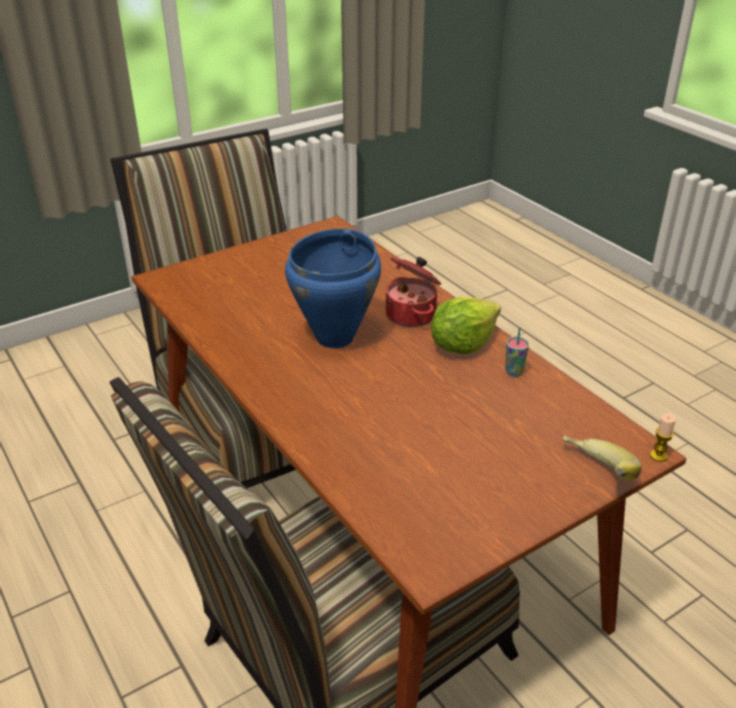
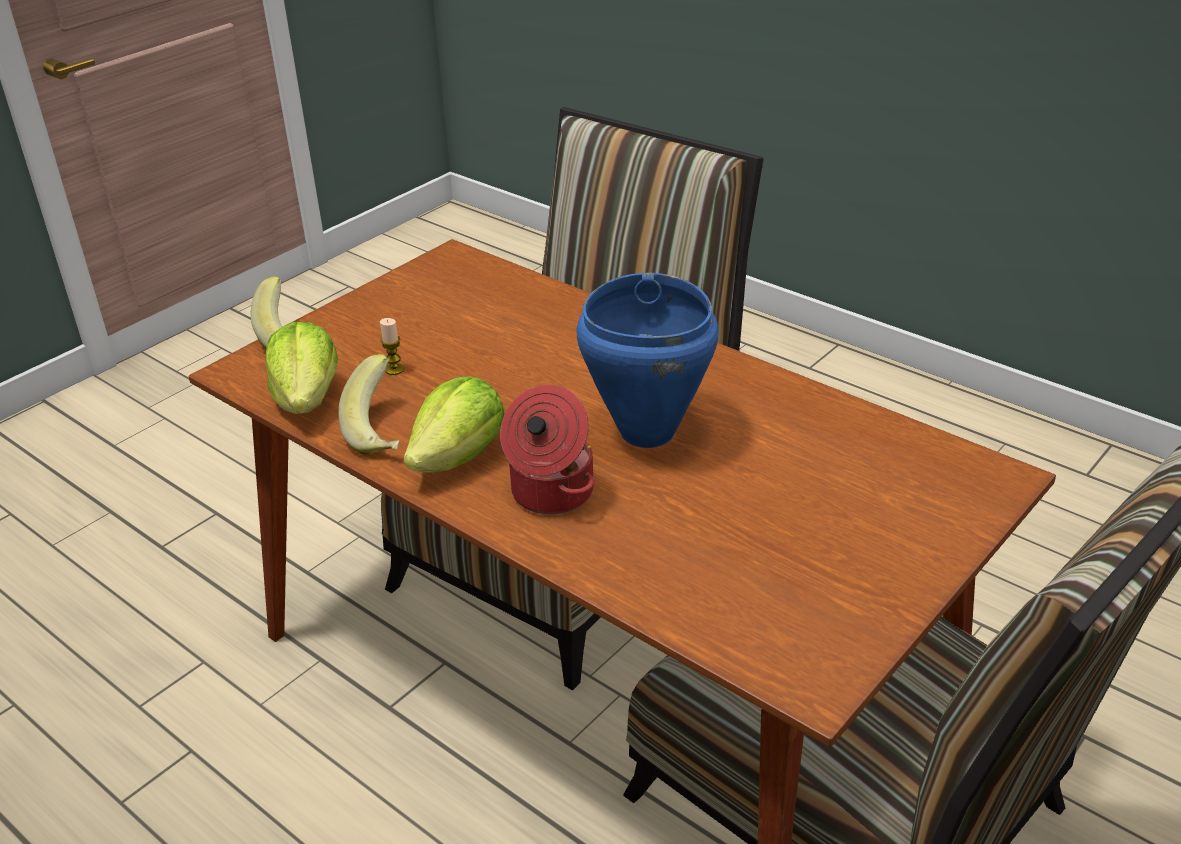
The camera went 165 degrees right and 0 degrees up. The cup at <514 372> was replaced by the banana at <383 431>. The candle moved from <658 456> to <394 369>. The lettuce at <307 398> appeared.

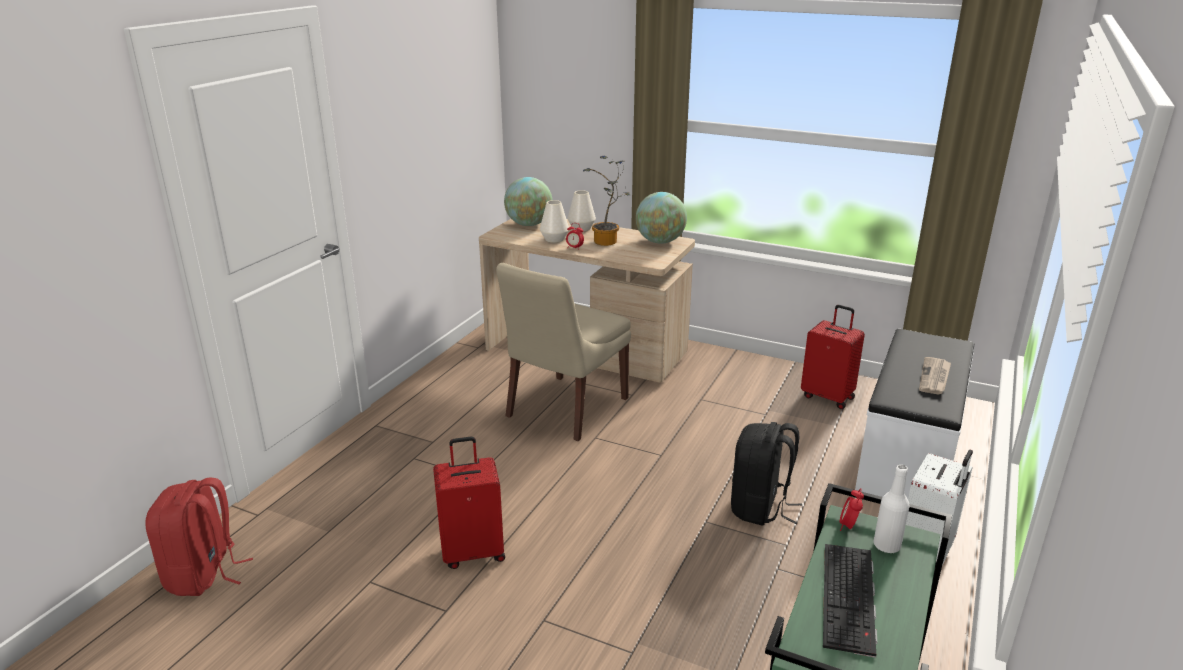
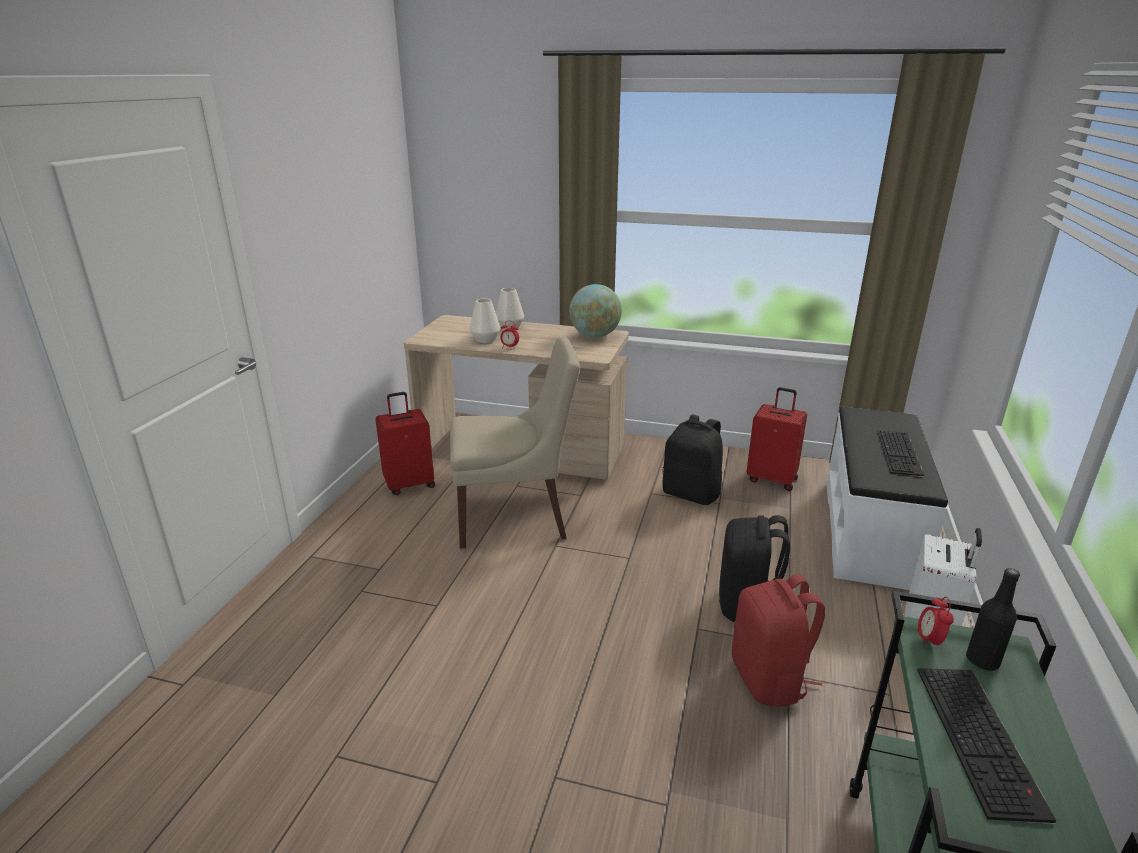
The camera went 10 degrees left and 0 degrees up. The potted plant at <607 242> disappeared. The globe at <529 224> disappeared. The beige chair at <565 409> turned 120 degrees counterclockwise. The newspaper at <935 378> was replaced by the keyboard at <900 454>. The red suitcase moved from <473 552> to <409 484>. The white bottle at <886 545> became the black bottle at <982 660>. The red backpack moved from <204 574> to <770 679>. The black backpack at <691 494> appeared.

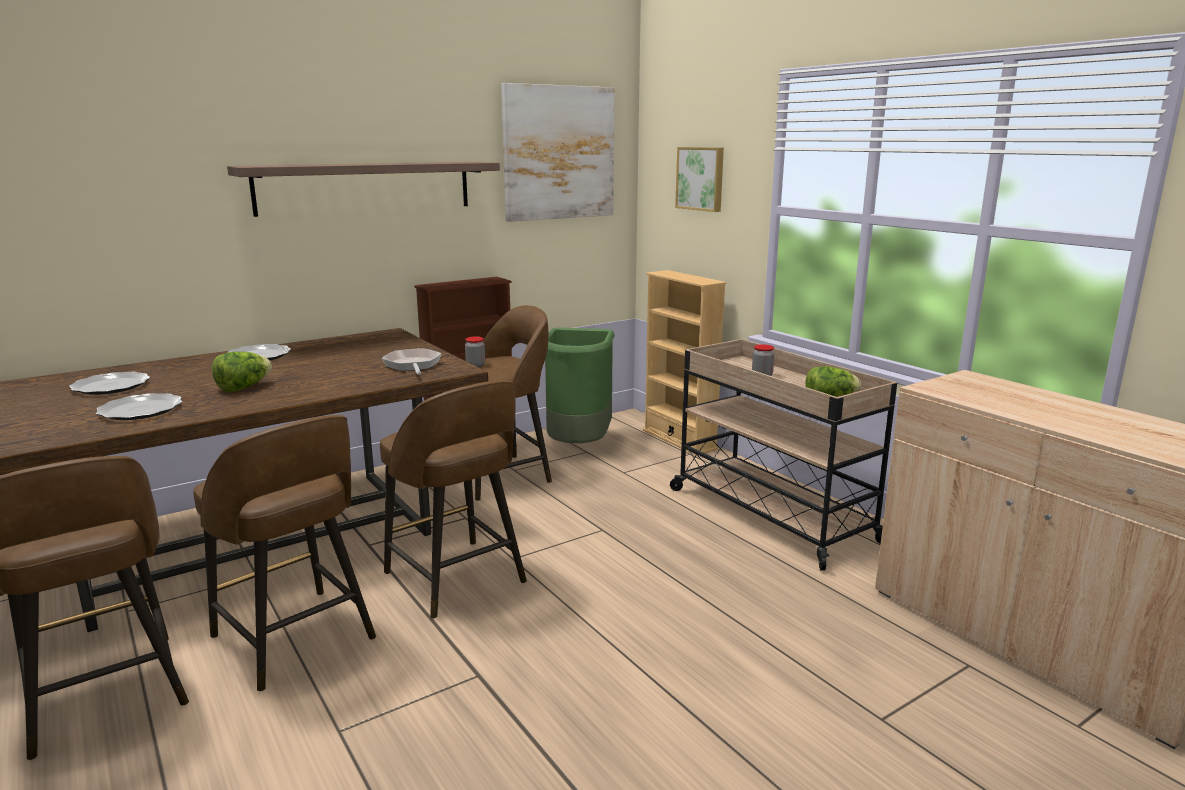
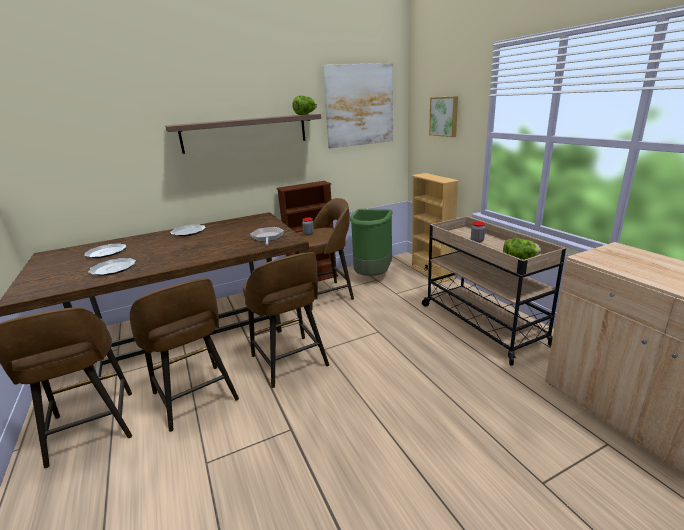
The camera went 10 degrees right and 5 degrees up. The lettuce moved from <243 388> to <305 114>.

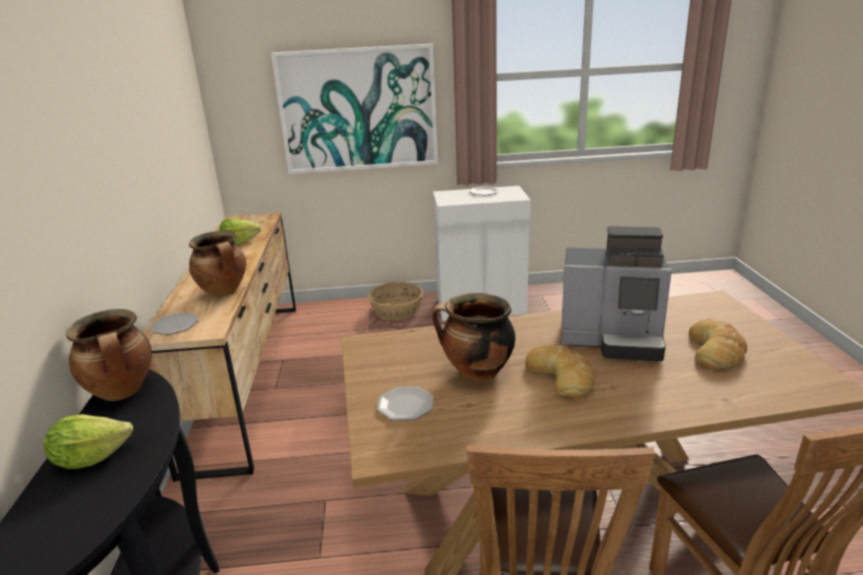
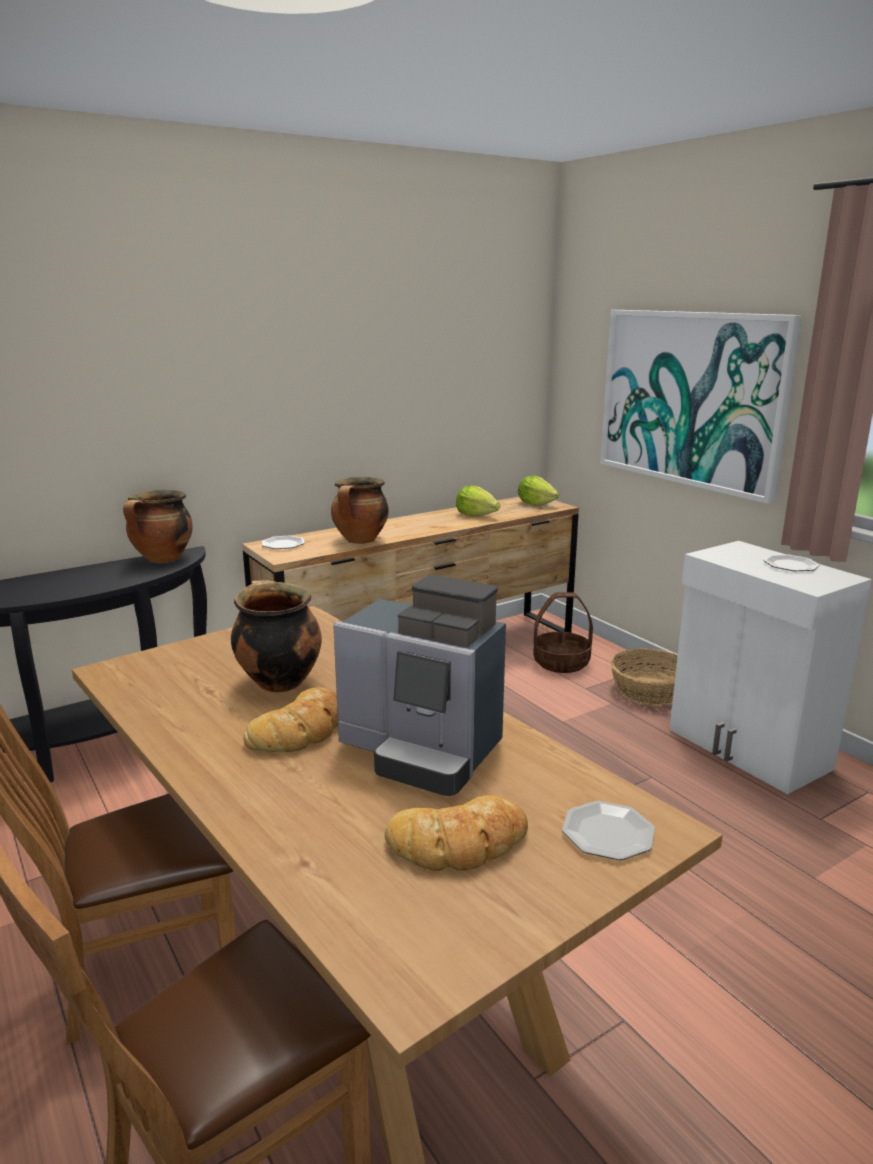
The camera went 60 degrees right and 5 degrees down. The coffee machine at <613 340> turned 45 degrees counterclockwise. The plate moved from <405 406> to <607 833>. The lettuce moved from <90 458> to <536 504>. The basket at <561 662> appeared.

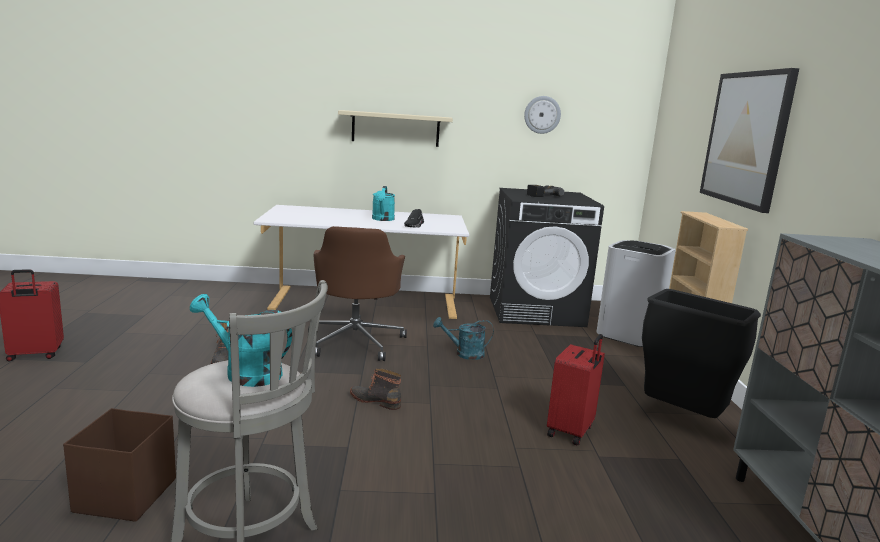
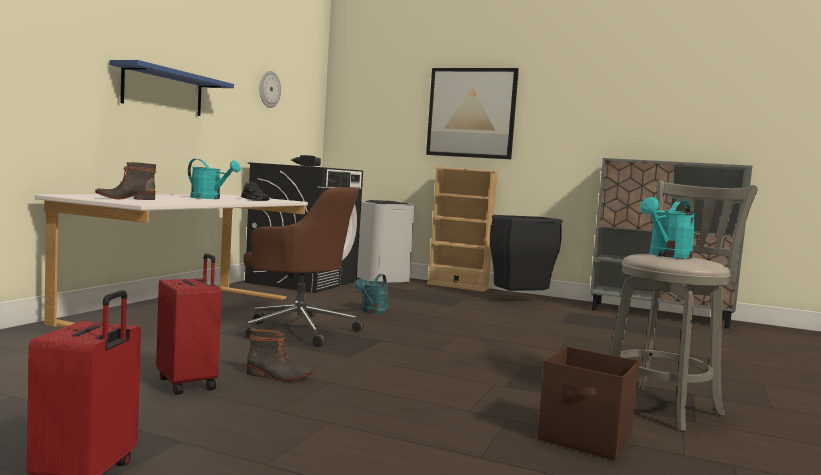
The camera went 65 degrees left and 10 degrees down. The beige shelf at <395 128> became the blue shelf at <163 91>. The red suitcase moved from <571 431> to <188 383>. The boot moved from <375 400> to <125 198>.

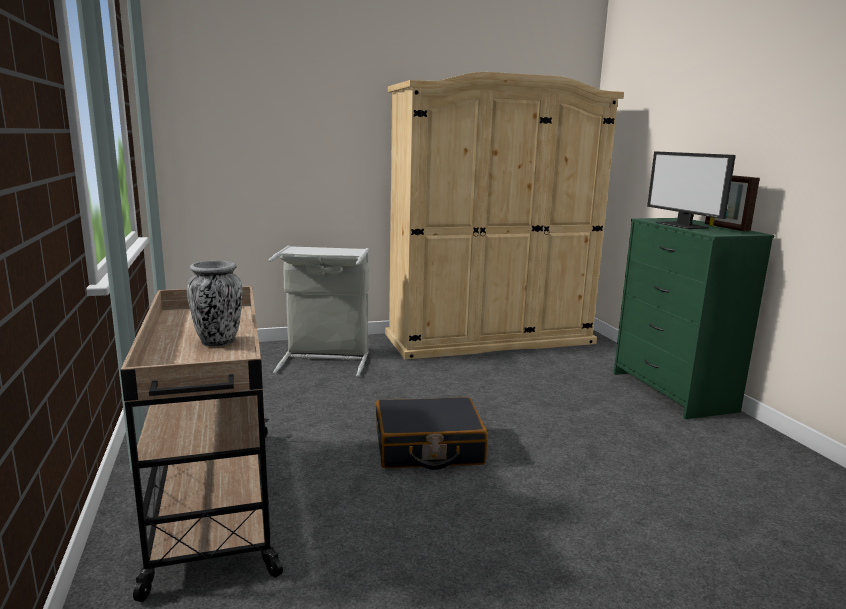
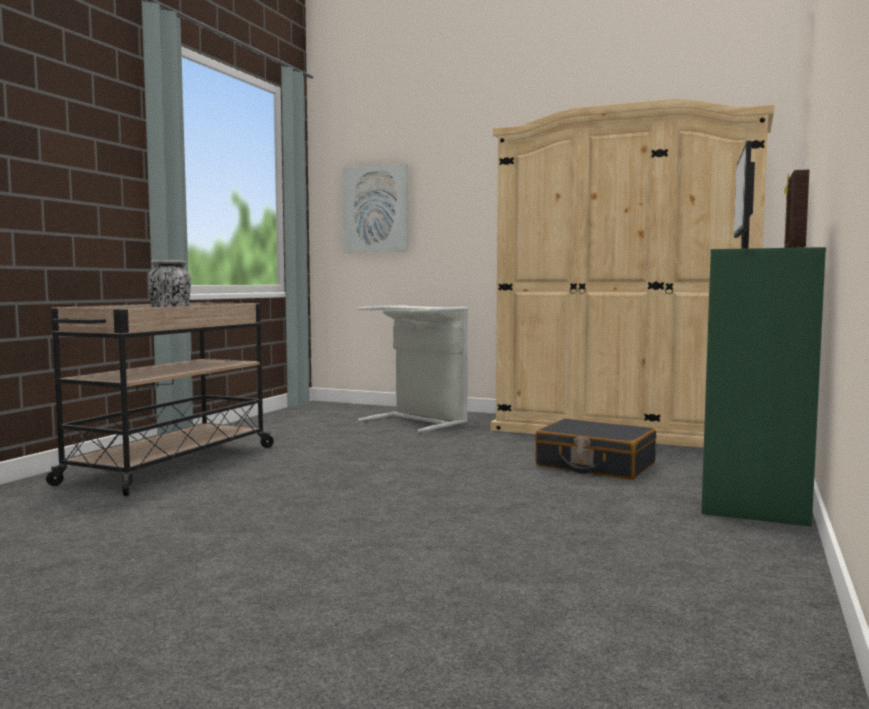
The camera went 40 degrees right and 10 degrees down. The black suitcase moved from <428 448> to <595 465>. The picture at <376 209> appeared.

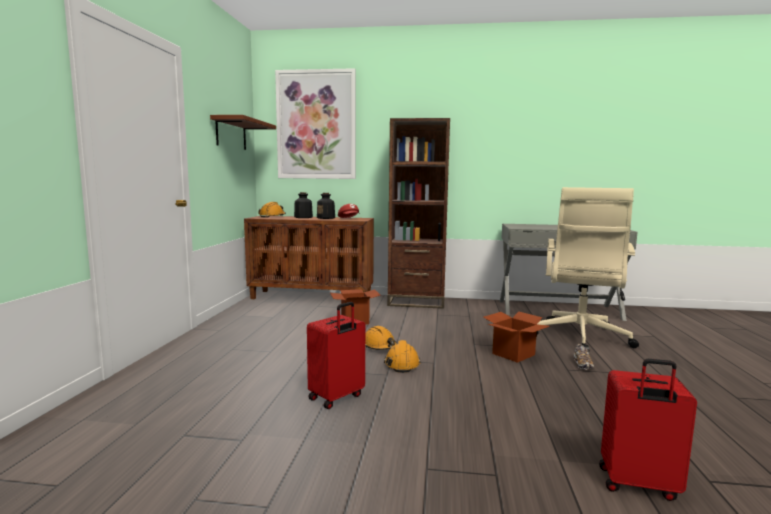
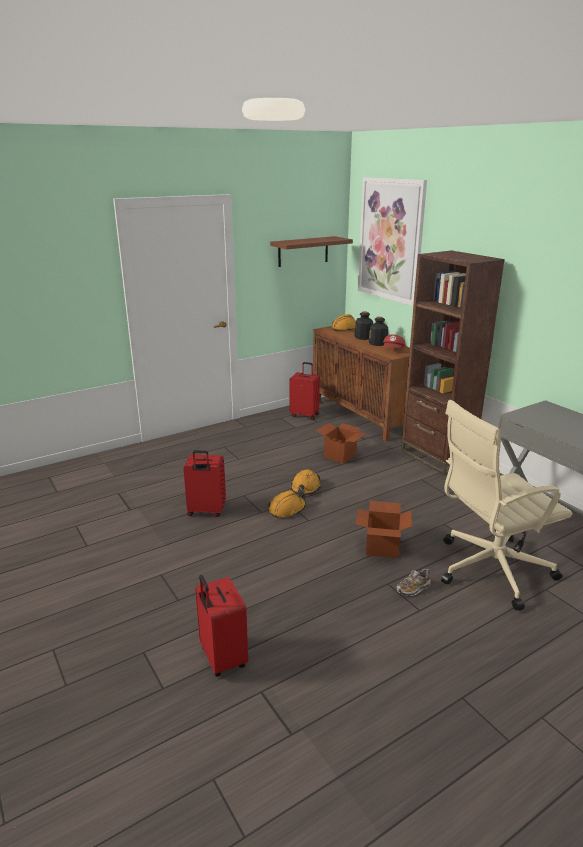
The camera went 50 degrees right and 15 degrees up. The red suitcase at <305 415> appeared.

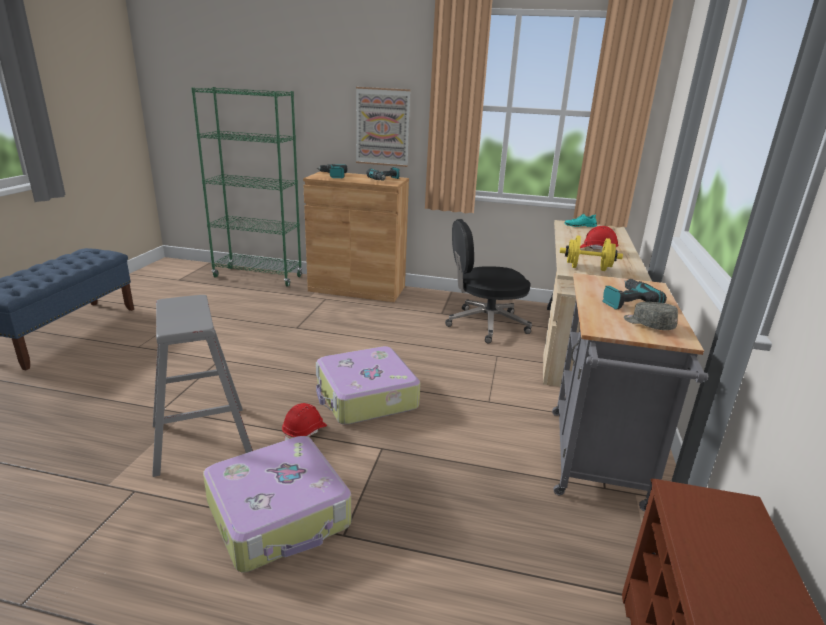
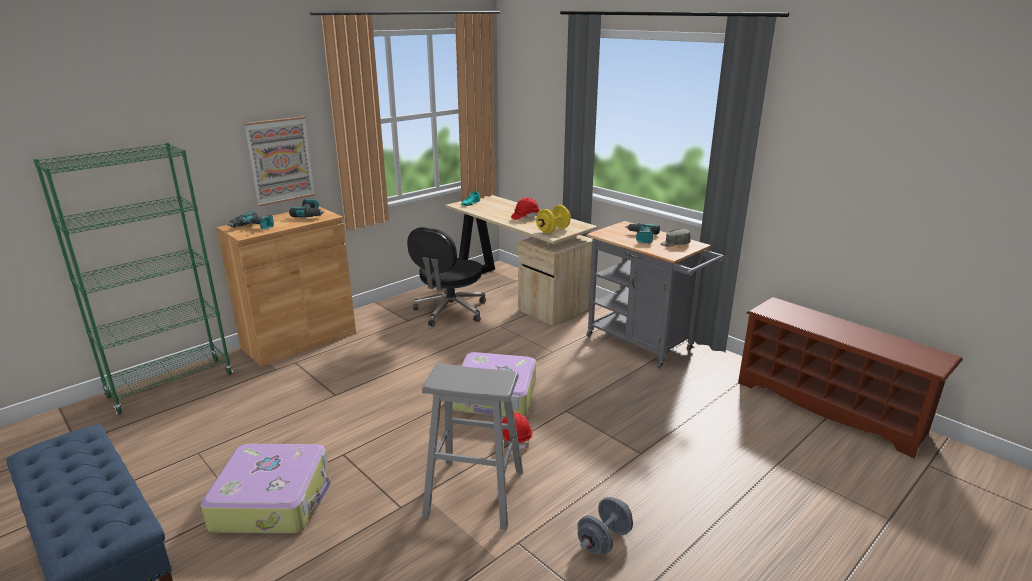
The camera went 55 degrees left and 0 degrees up. The suitcase moved from <280 514> to <273 500>. The grey dumbbell at <604 540> appeared.

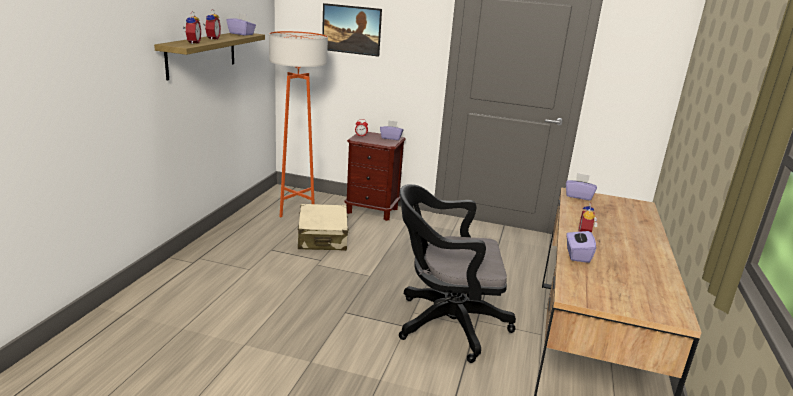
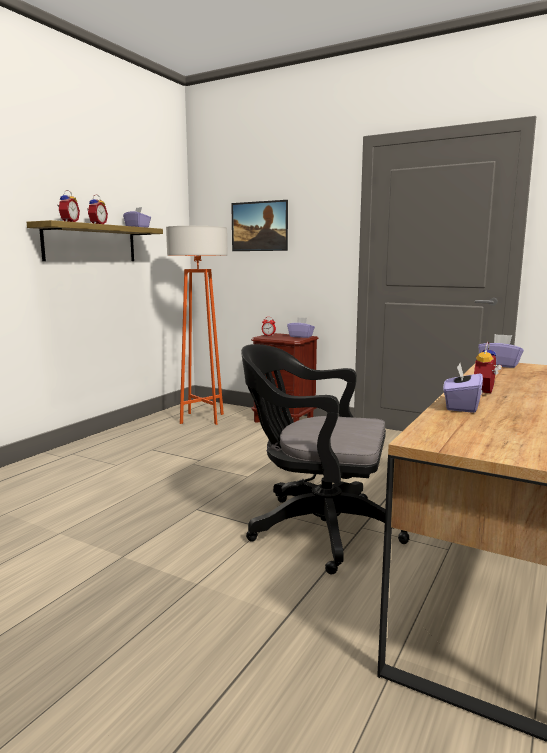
The camera went 15 degrees right and 10 degrees down. The beige suitcase at <323 237> disappeared.

